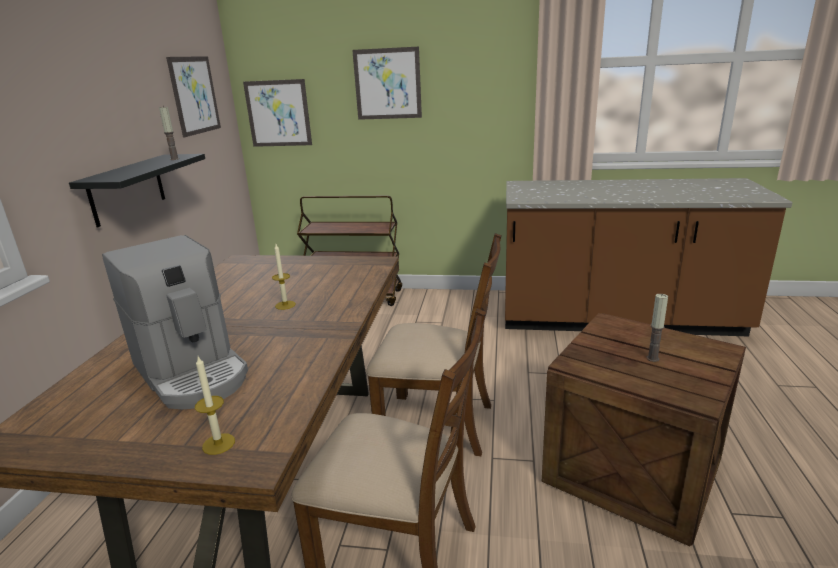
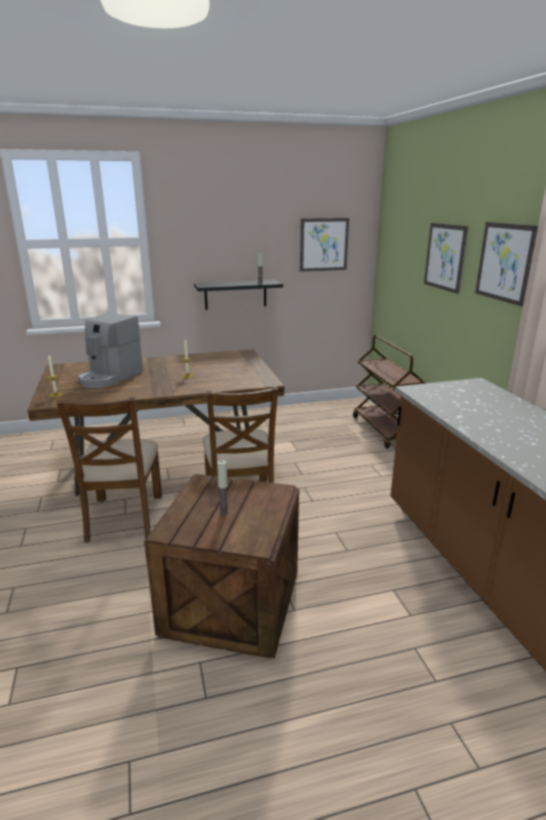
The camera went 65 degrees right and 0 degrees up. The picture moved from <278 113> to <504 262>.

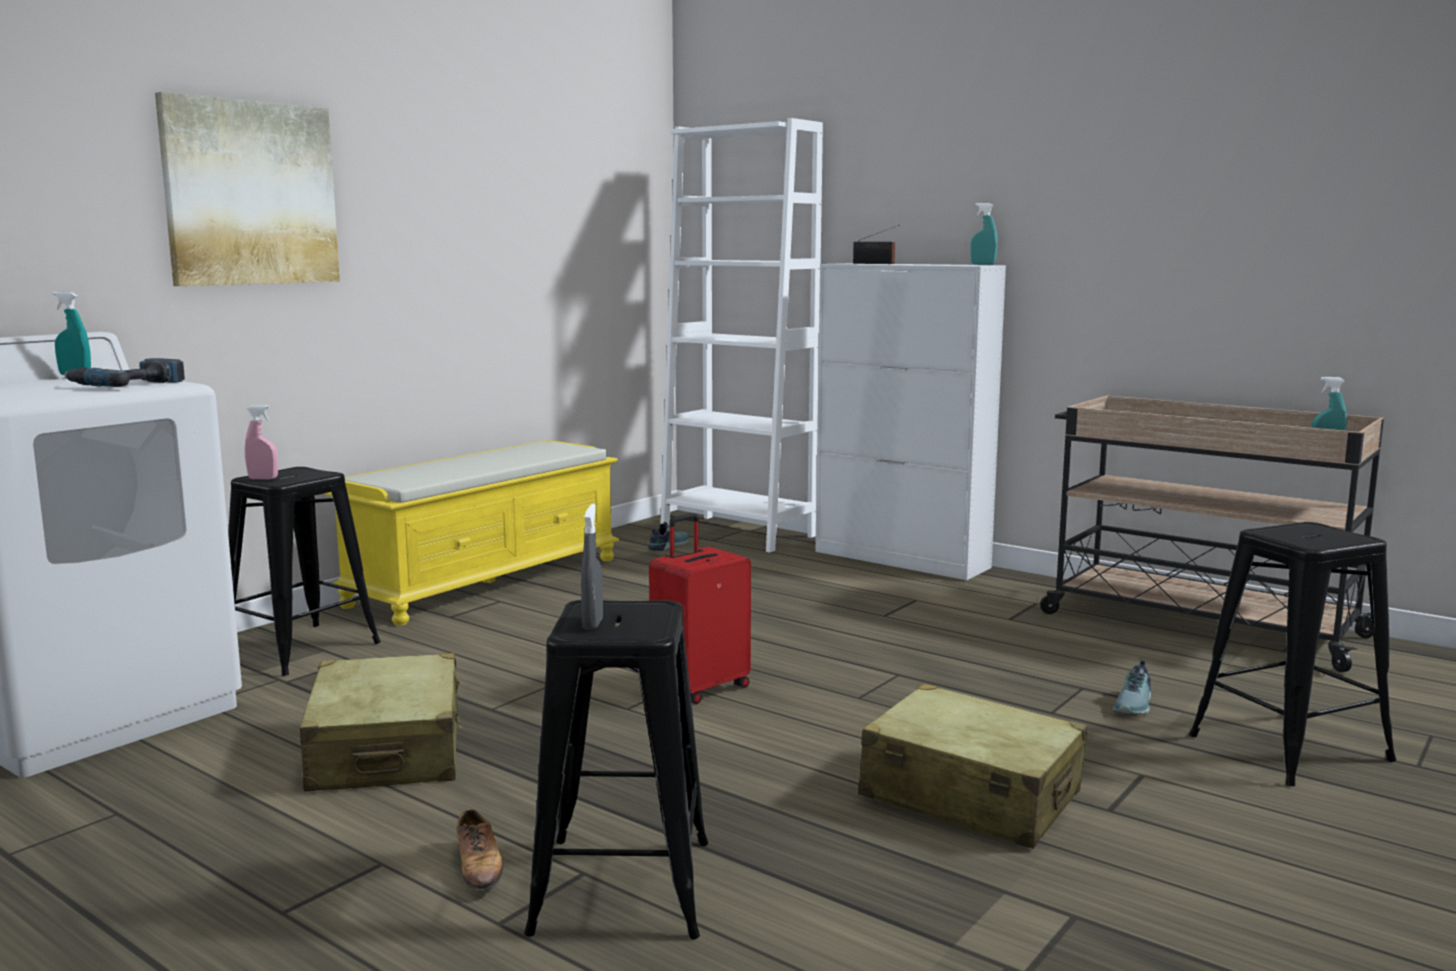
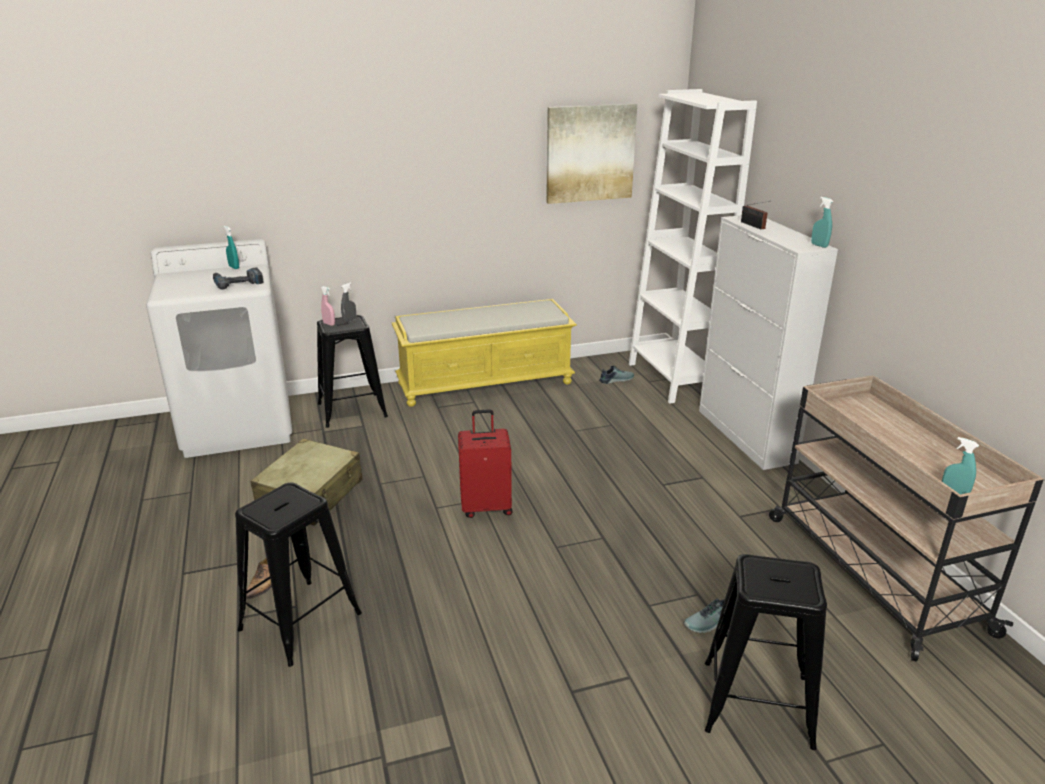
The camera went 35 degrees right and 15 degrees up. The picture moved from <250 193> to <590 153>. The grey spray bottle moved from <592 624> to <349 321>. The beige suitcase at <970 795> disappeared.

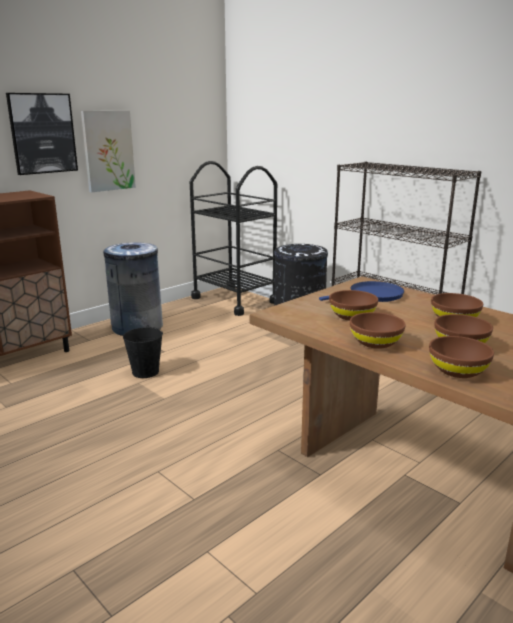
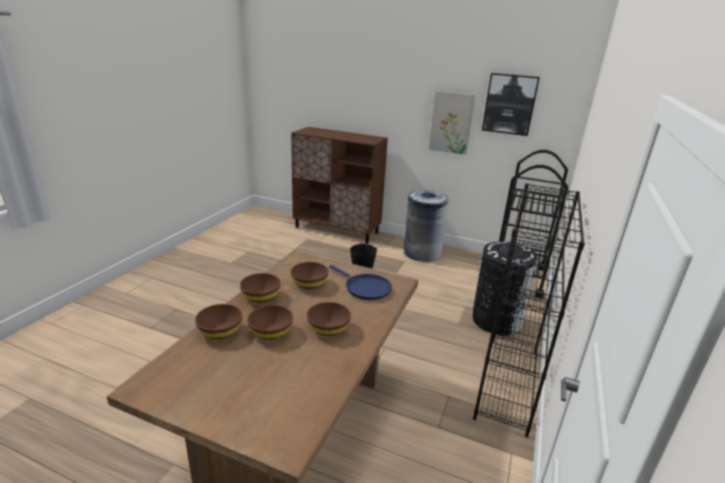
The camera went 65 degrees right and 5 degrees up. The picture moved from <42 133> to <509 104>.

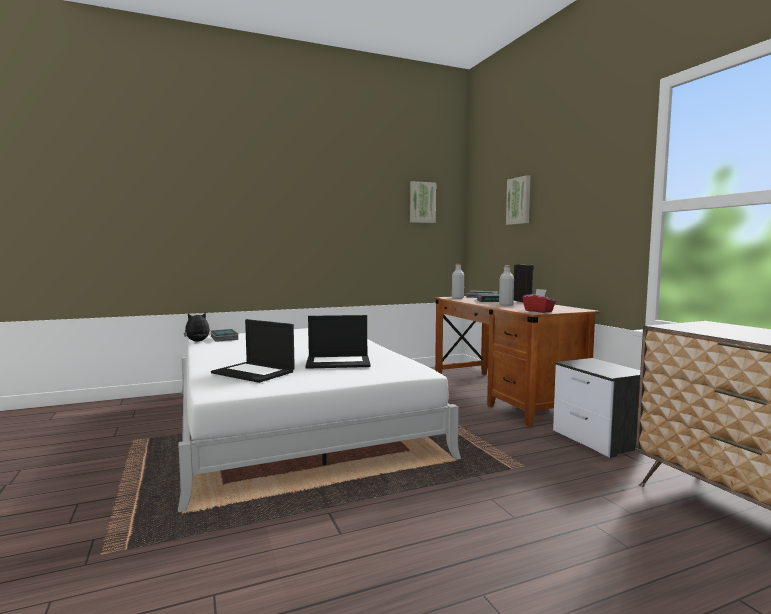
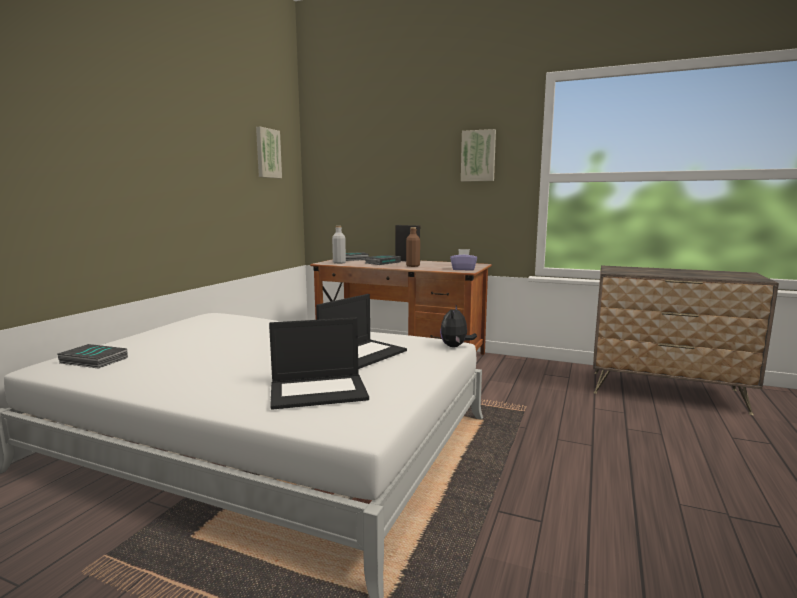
The camera went 45 degrees left and 5 degrees up. The picture moved from <519 201> to <478 156>. The grey bottle at <506 305> became the brown bottle at <413 266>. The red tissue box at <538 311> became the purple tissue box at <463 269>. The plush toy moved from <198 341> to <455 346>. The nightstand at <598 441> disappeared.

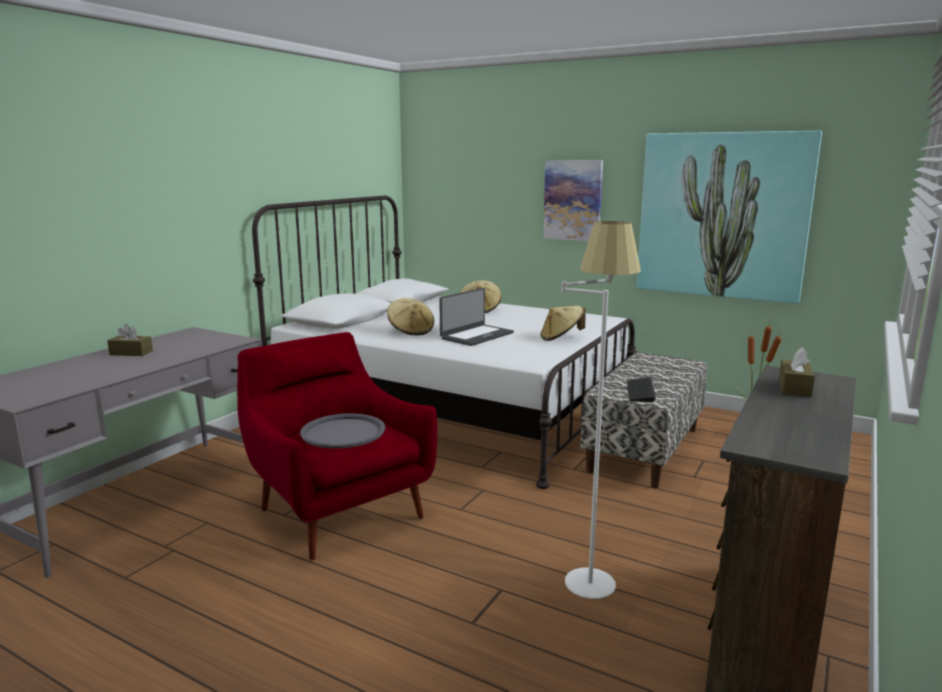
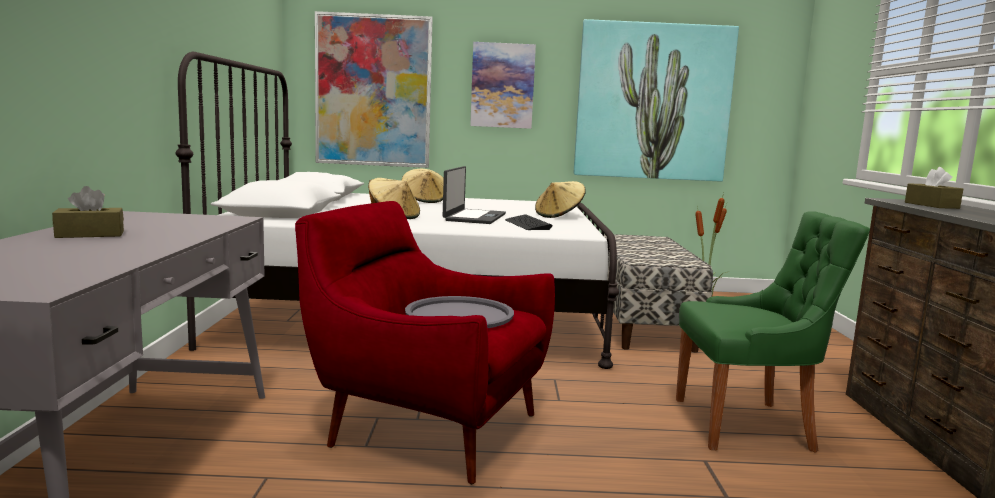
The camera went 30 degrees left and 5 degrees down. The white floor lamp at <590 569> was replaced by the green chair at <748 425>. The keyboard moved from <640 391> to <527 224>. The picture at <373 91> appeared.

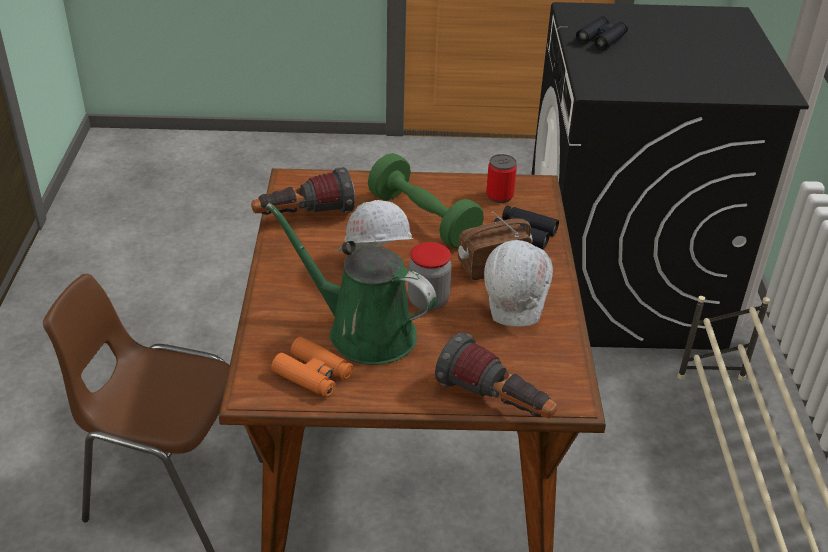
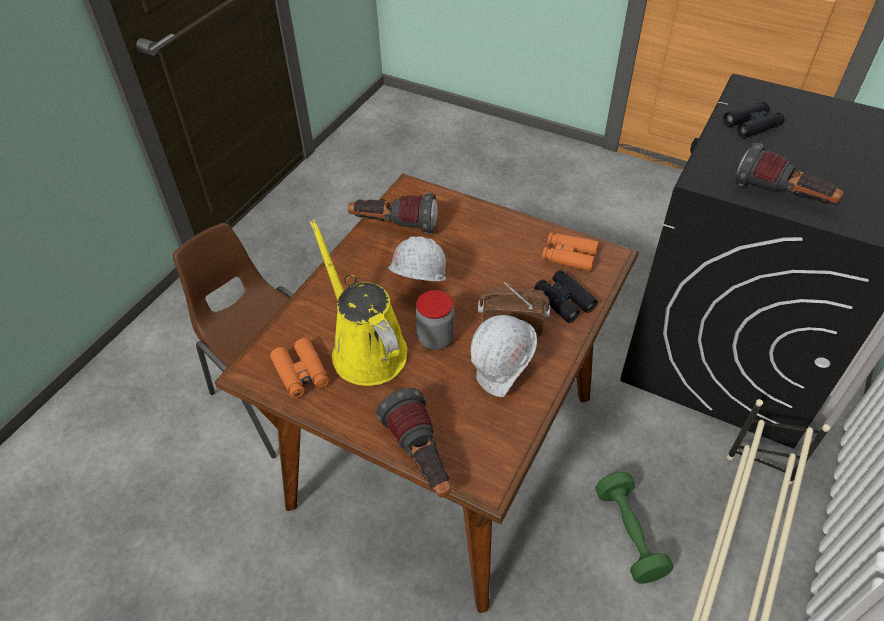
The camera went 30 degrees right and 10 degrees up. The green dumbbell moved from <423 219> to <629 534>. The can at <499 196> was replaced by the orange binoculars at <569 256>. The green watering can at <364 331> became the yellow watering can at <365 349>. The flashlight at <782 197> appeared.

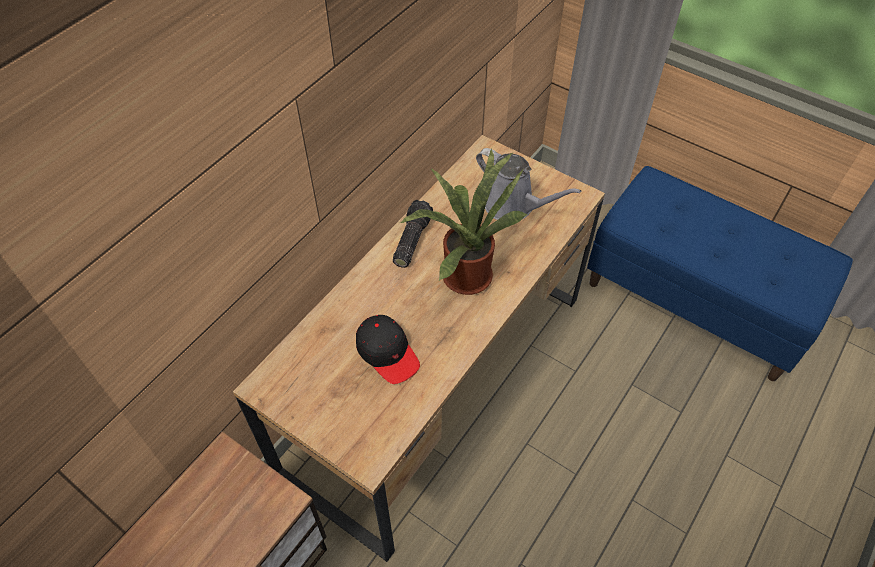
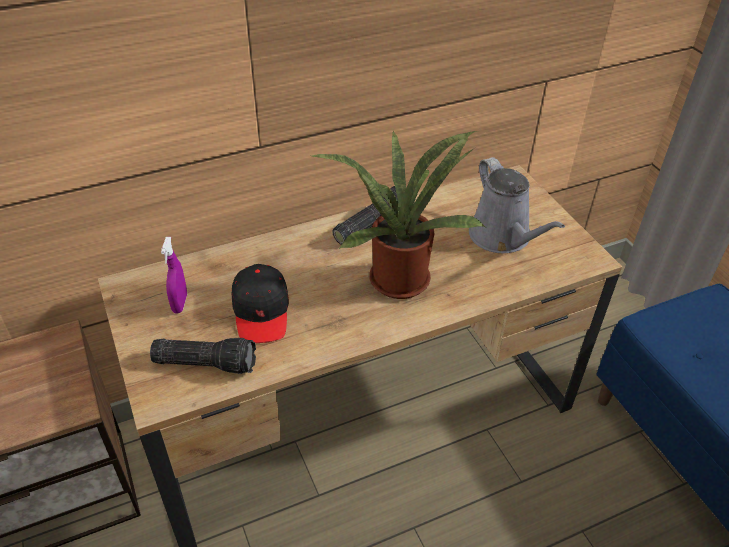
The camera went 30 degrees right and 10 degrees down. The purple spray bottle at <180 303> appeared. The flashlight at <206 362> appeared.

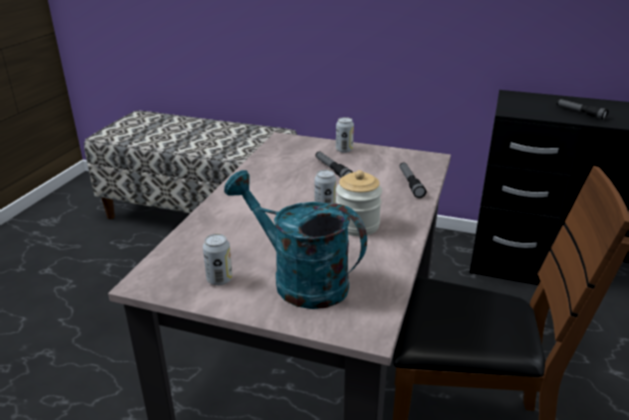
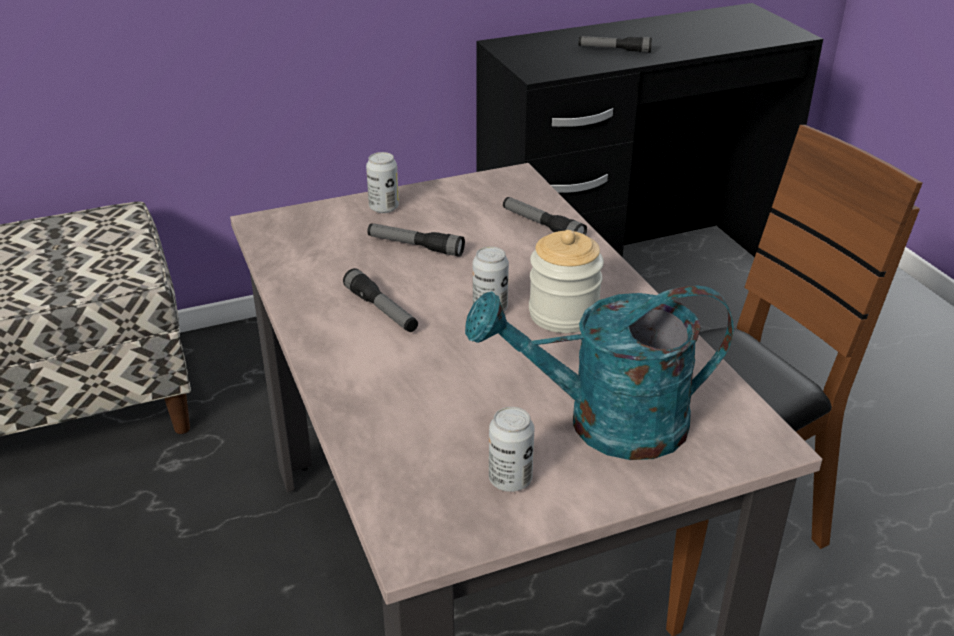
The camera went 40 degrees left and 5 degrees up. The flashlight at <381 310> appeared.

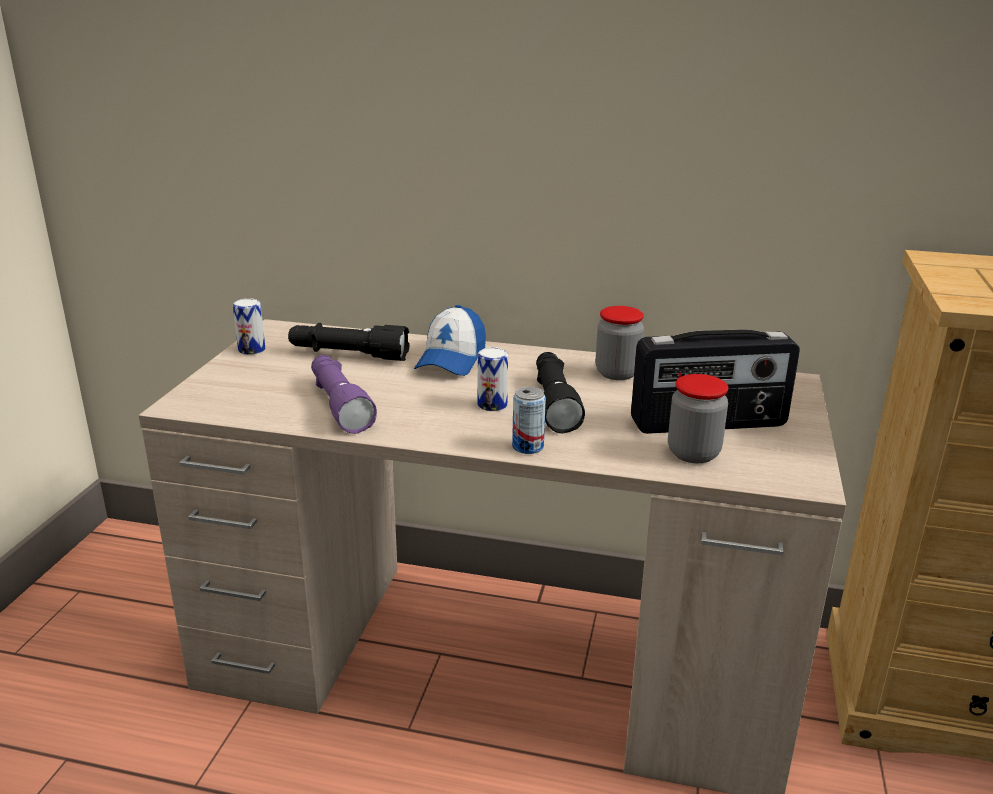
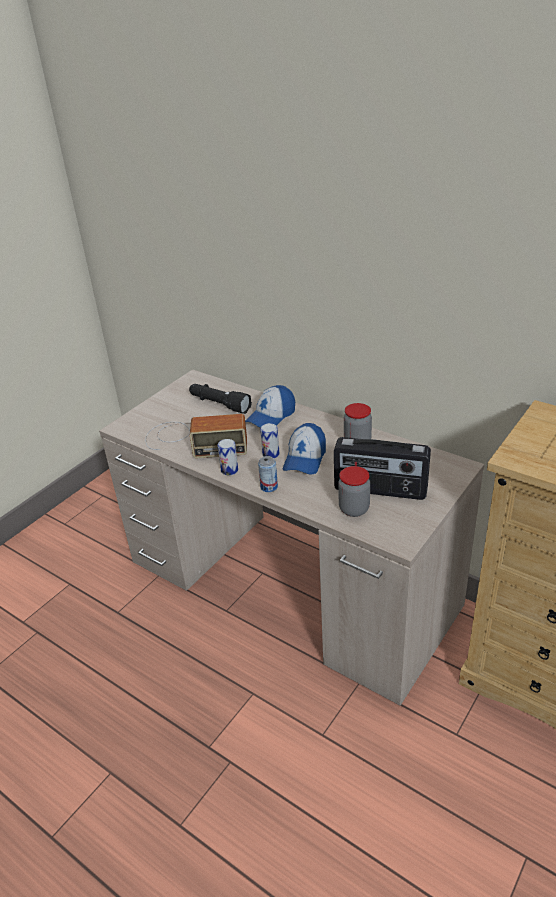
The camera went 25 degrees right and 10 degrees up. The can moved from <251 349> to <229 470>. The black flashlight at <554 403> was replaced by the cap at <305 458>. The purple flashlight at <339 405> was replaced by the radio at <193 440>.

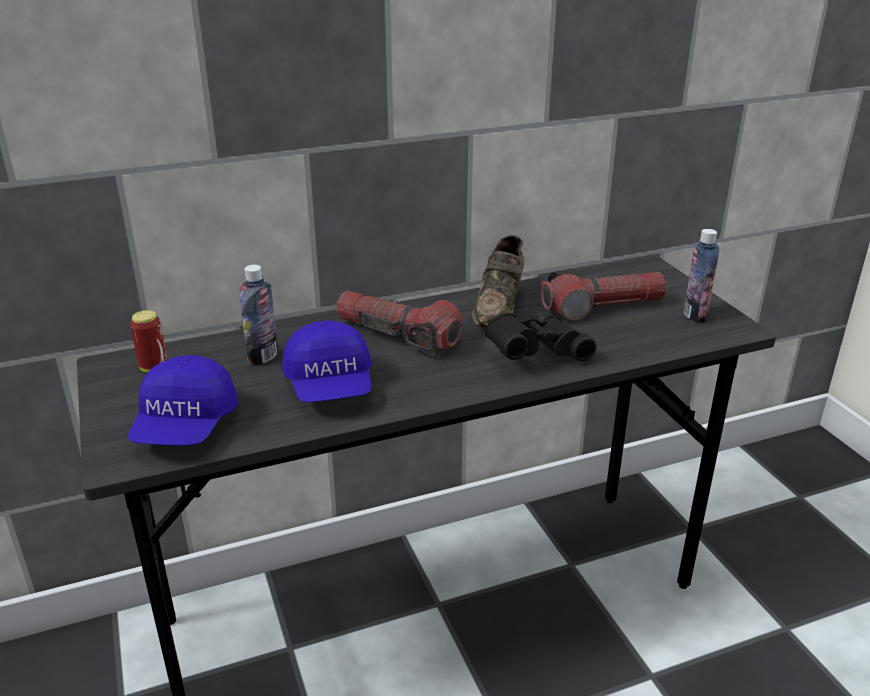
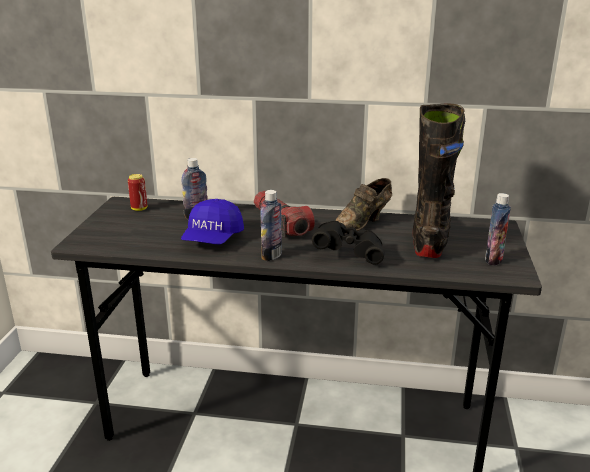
The camera went 30 degrees right and 5 degrees down. The flashlight at <602 307> was replaced by the black boot at <430 240>. The blue cap at <185 426> disappeared. The bottle at <271 255> appeared.

